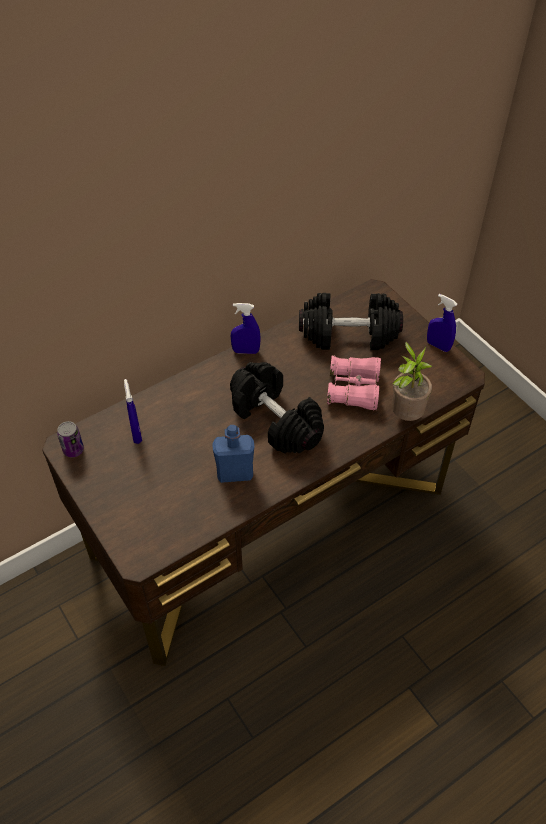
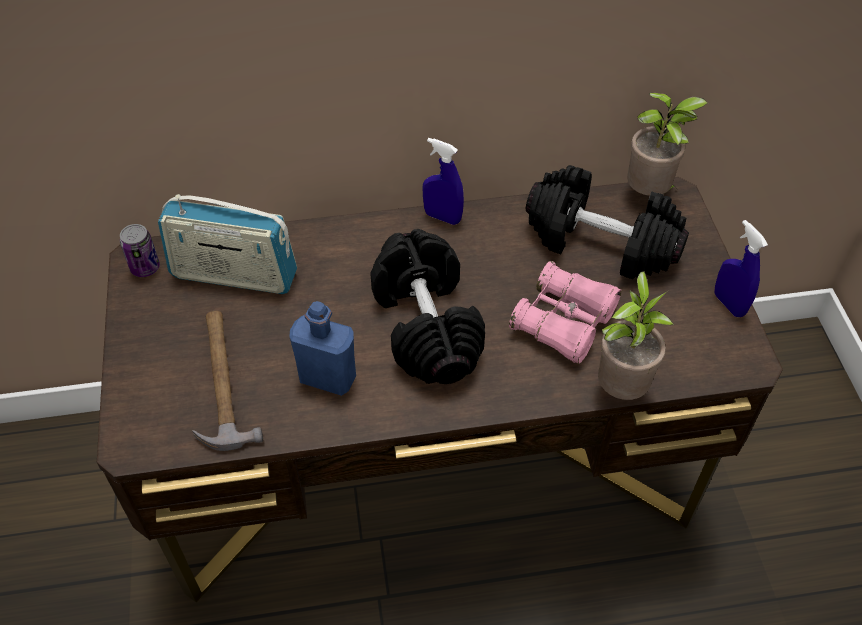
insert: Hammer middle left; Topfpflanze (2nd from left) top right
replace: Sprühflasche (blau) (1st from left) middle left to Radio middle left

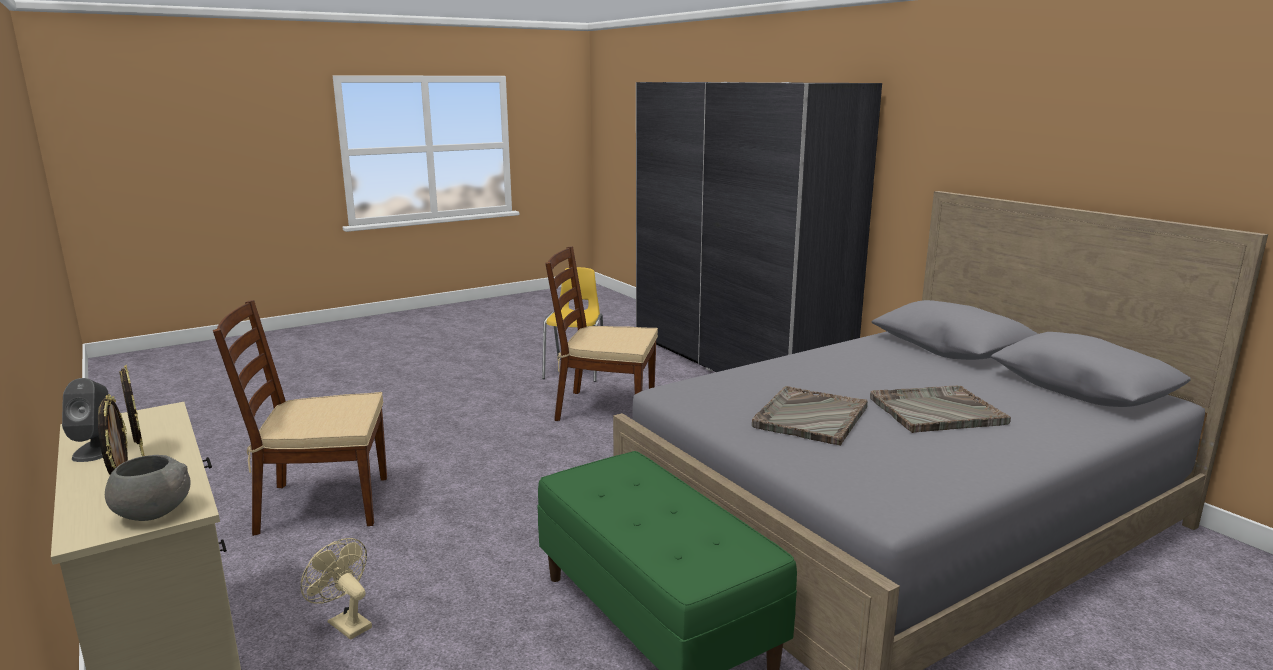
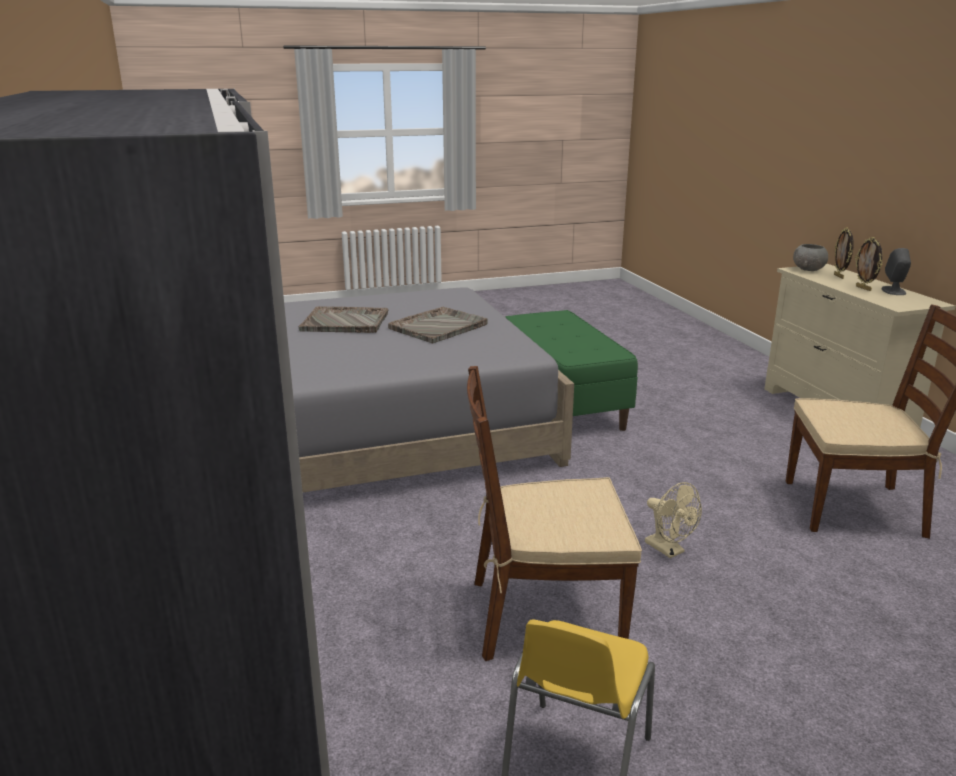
move: Ventilator (beige) bottom left to bottom right
rotate: Stuhl (braun) (2nd from left in the first image) centre = centre 150 degrees clockwise

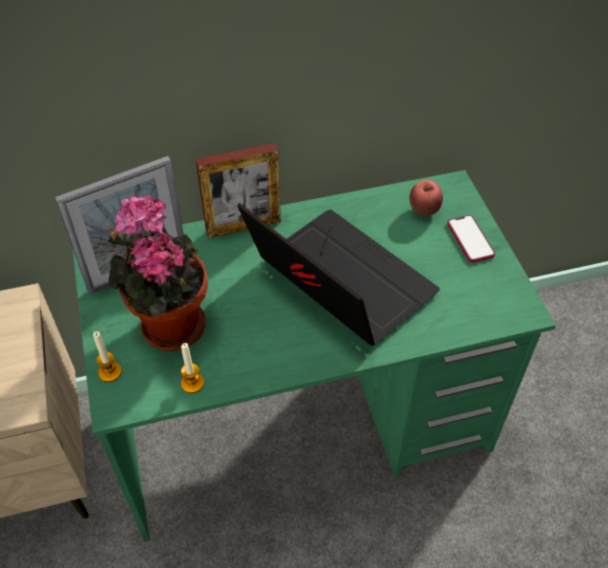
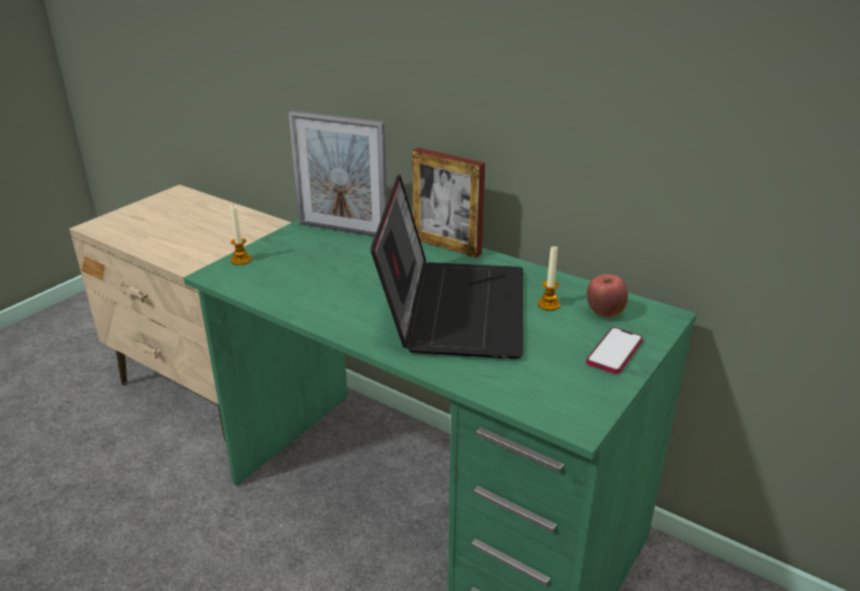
delete: Topfpflanze middle left
move: Kerze (2nd from left) middle left to centre

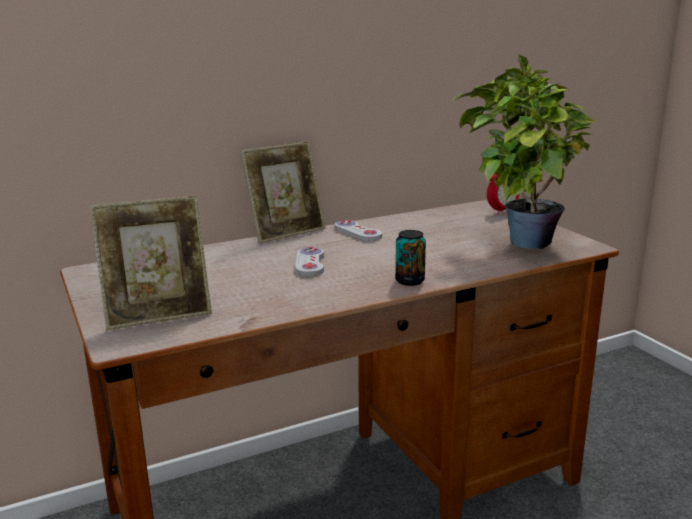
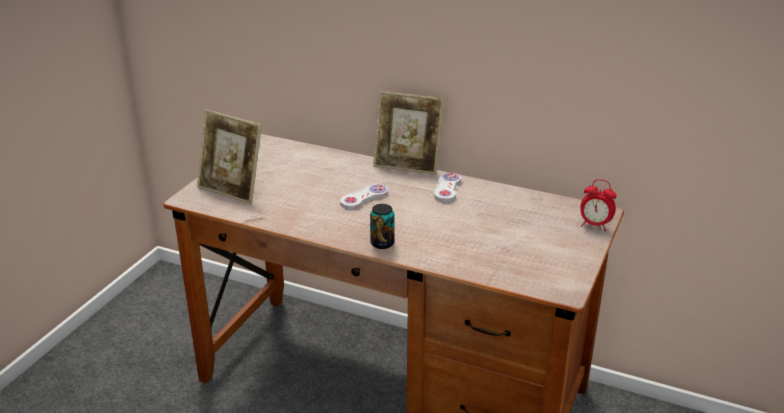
delete: Topfpflanze top right

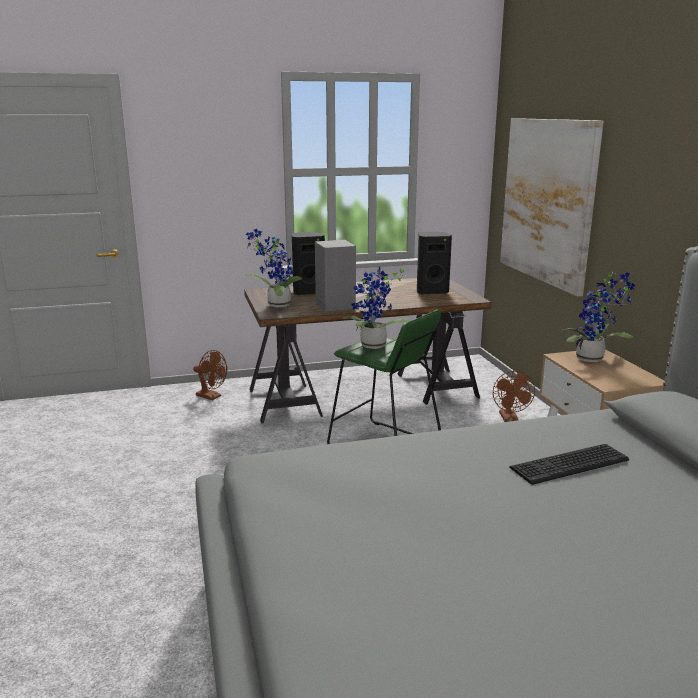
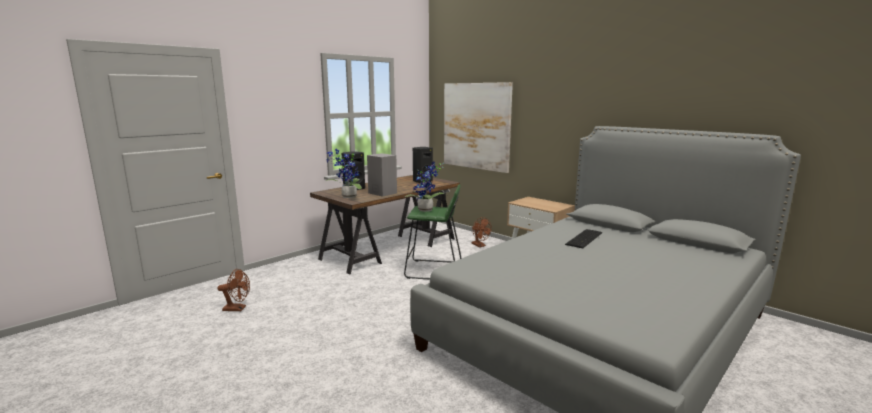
delete: Topfpflanze (3rd from left) middle right
move: Ventilator (braun) (1st from left) middle left to bottom left

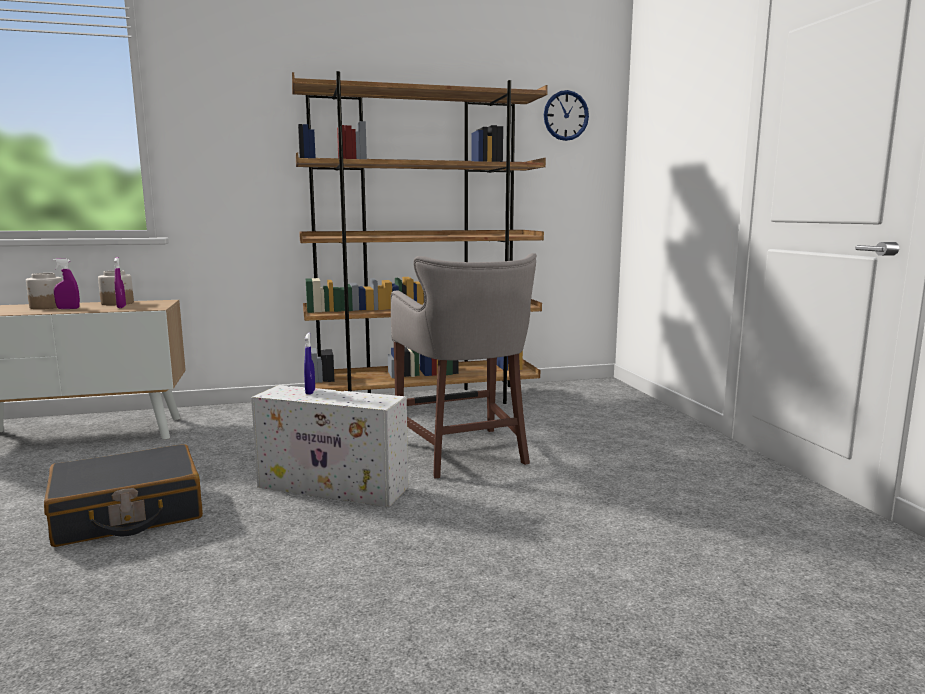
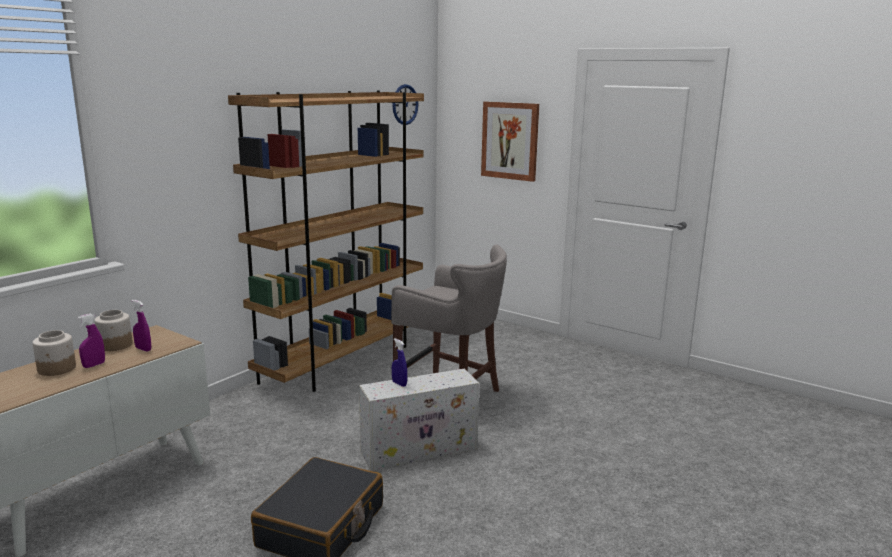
insert: Bild top centre

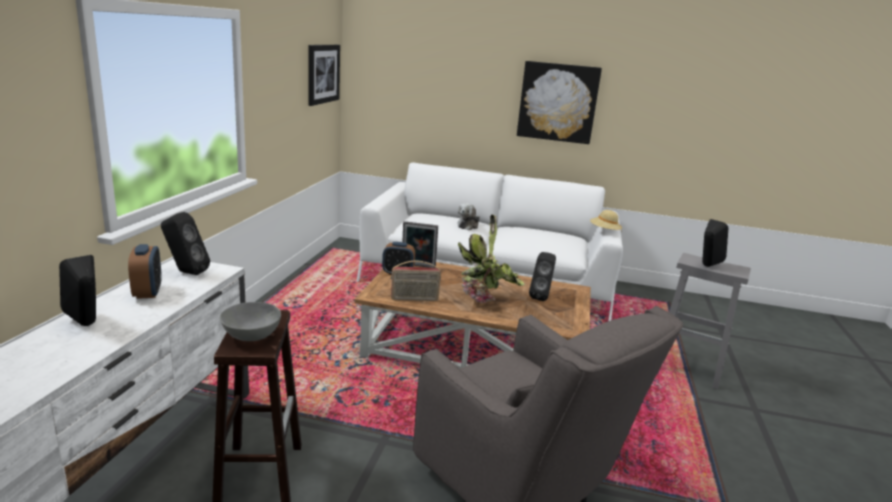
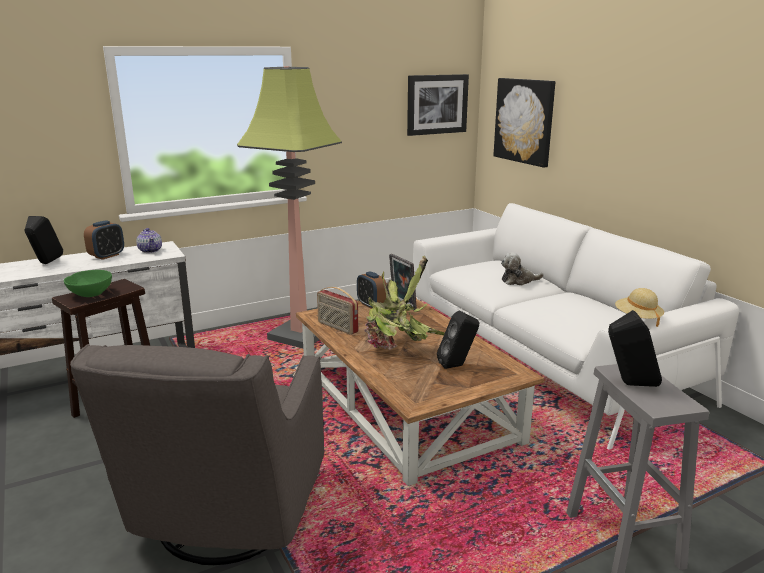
insert: Stehlampe centre
move: Bild (2nd from left) top centre to top right
replace: Lautsprecher (schwarz) (2nd from left) middle left to Teekanne middle left
recolor: Schüssel (grau) middle left to Schüssel (grün) middle left

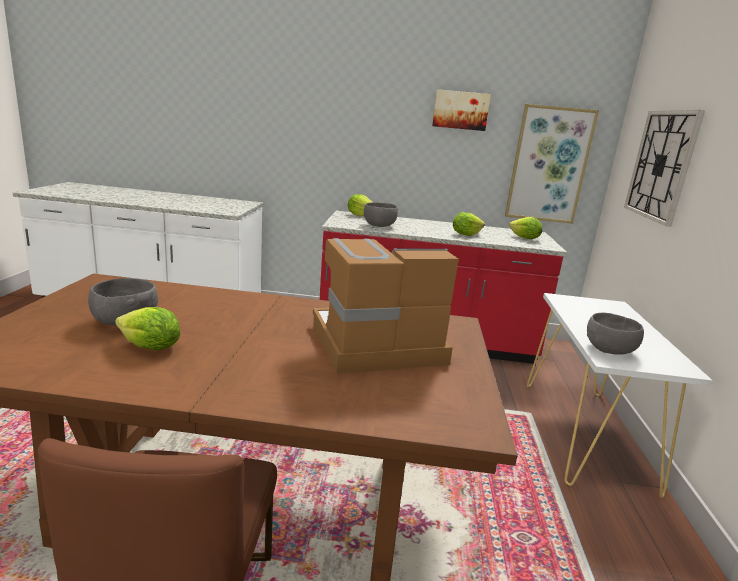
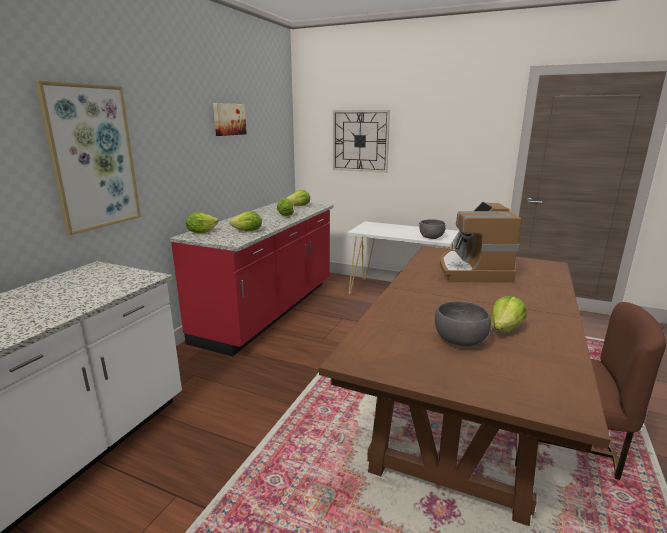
move: Bild (2nd from left in the first image) top right to Bild (1st from left) top left
replace: Schüssel (grau) (2nd from left) centre to Salatkopf (2nd from left) centre

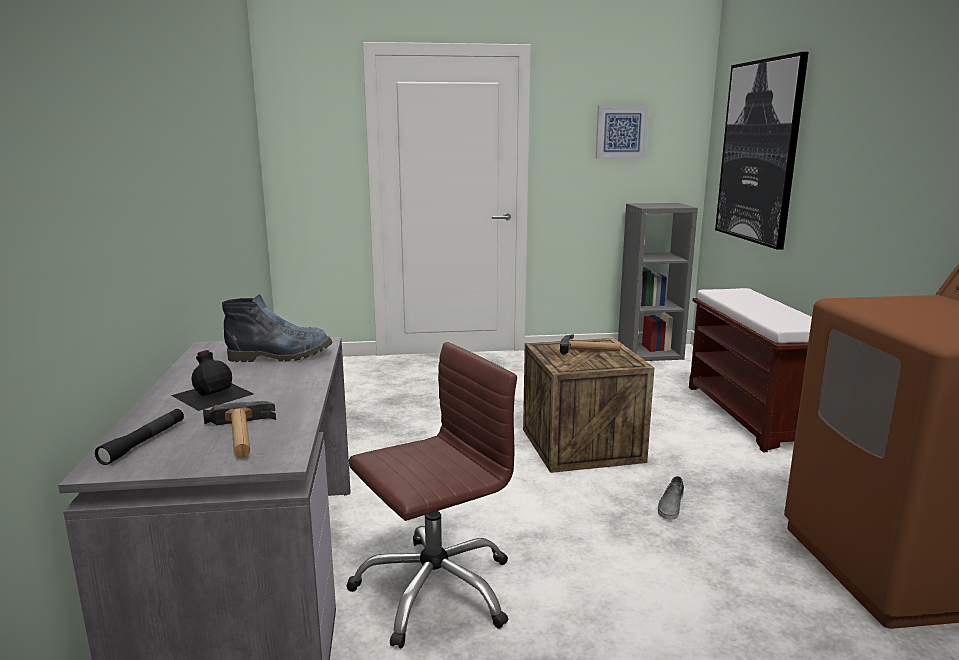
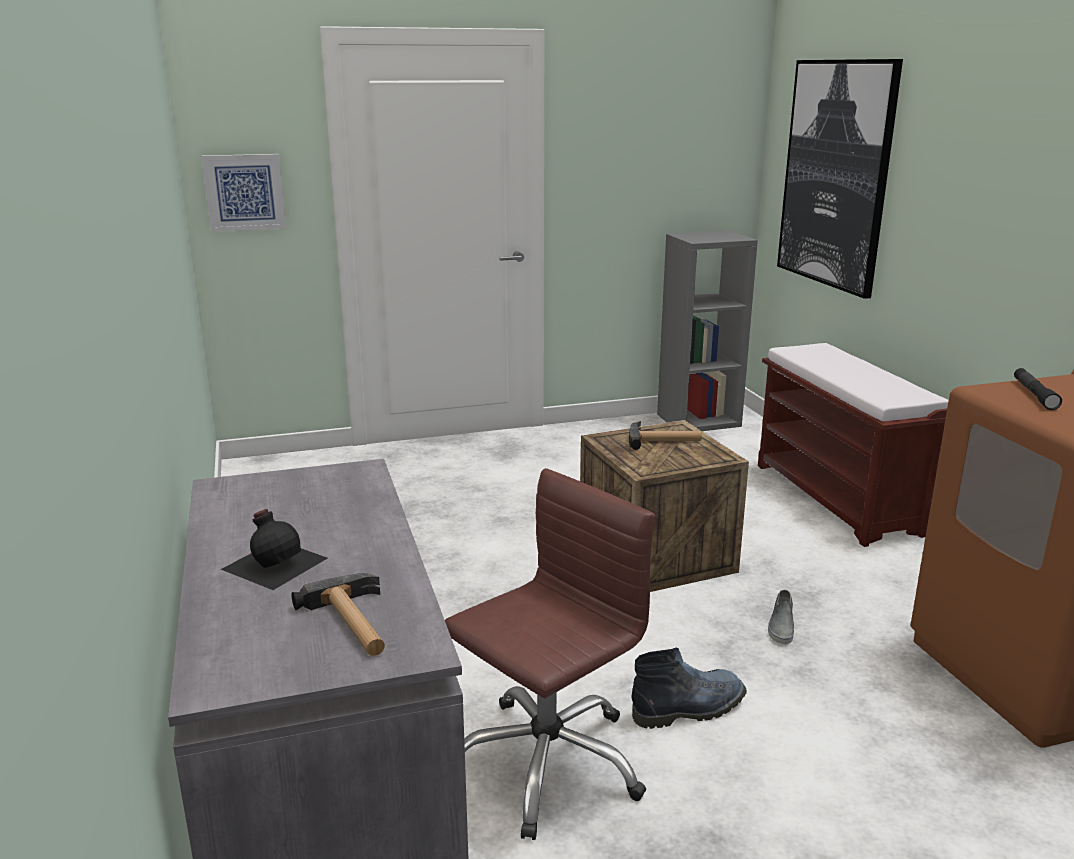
move: Taschenlampe (schwarz) middle left to middle right; Stiefel middle left to bottom centre; Bild (1st from left) top centre to top left

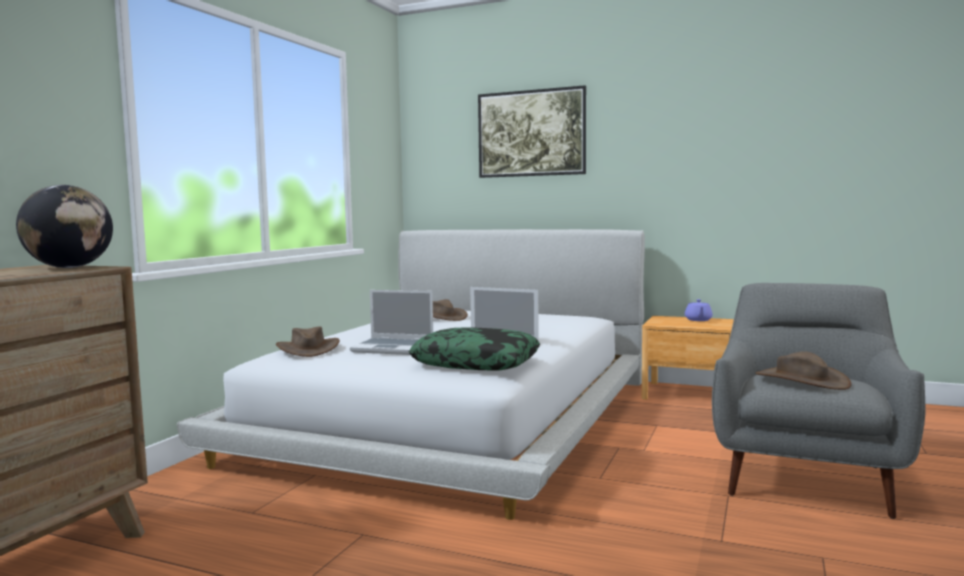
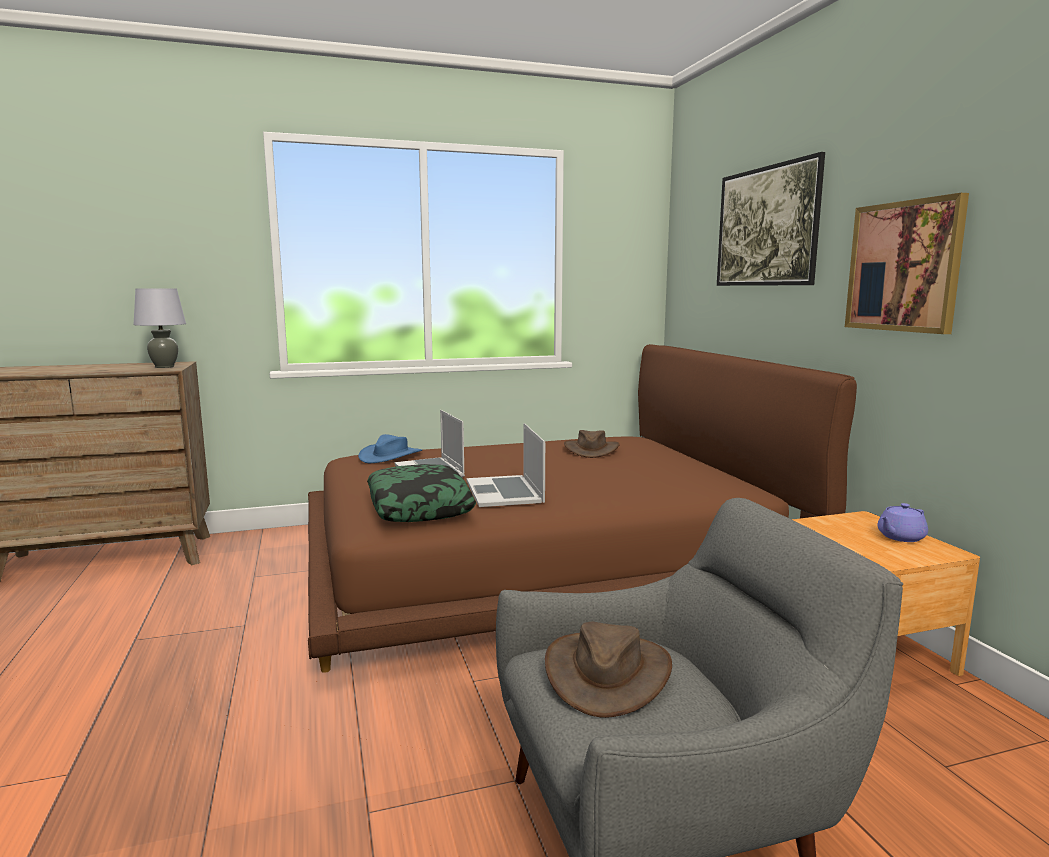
insert: Bild (2nd from left) top right
replace: Globus middle left to Tischlampe (grau) middle left
recolor: Bett (weiß) centre to Bett (braun) centre; Hut (braun) (1st from left) middle left to Hut (blau) centre

